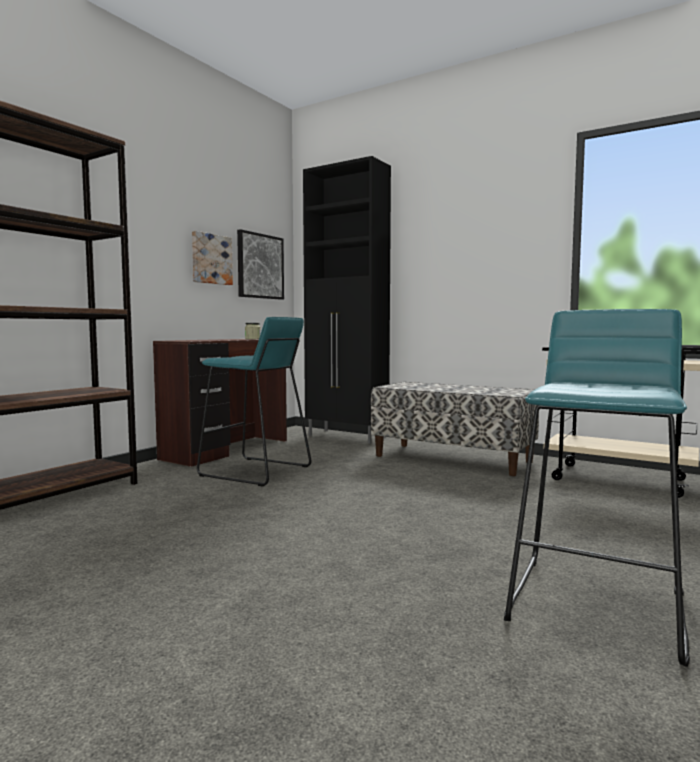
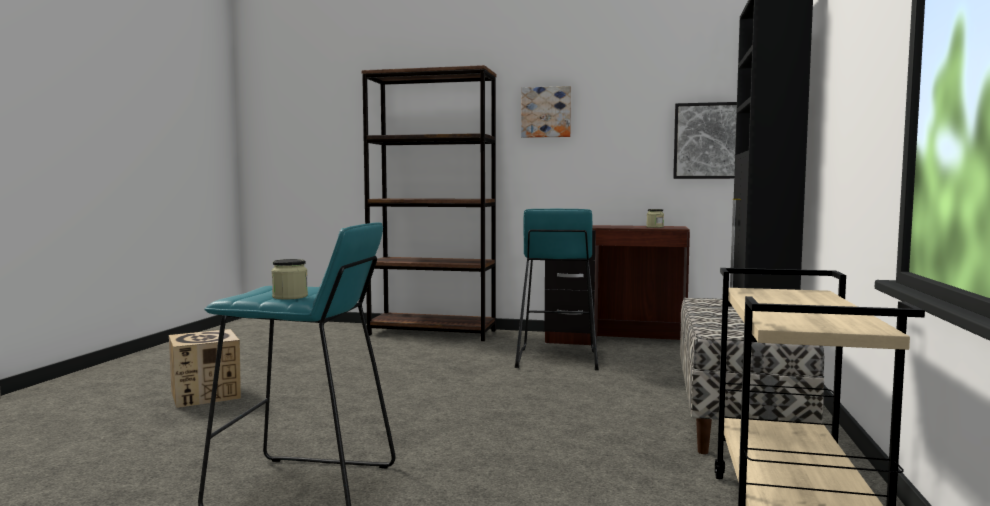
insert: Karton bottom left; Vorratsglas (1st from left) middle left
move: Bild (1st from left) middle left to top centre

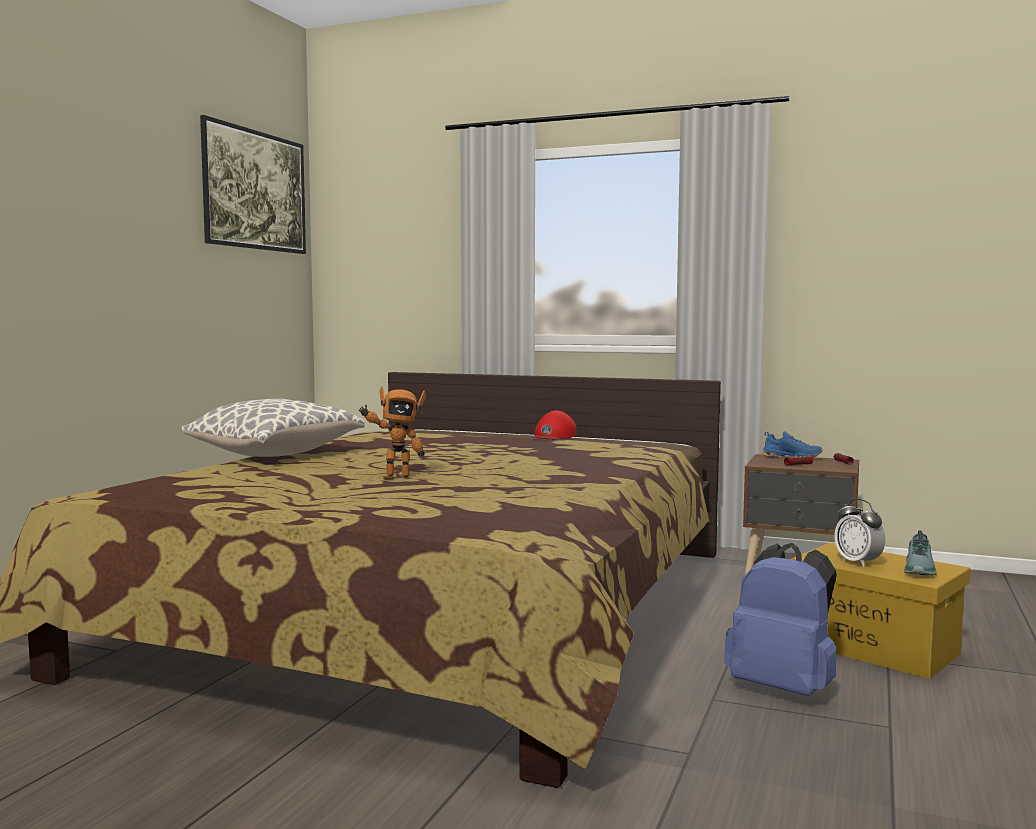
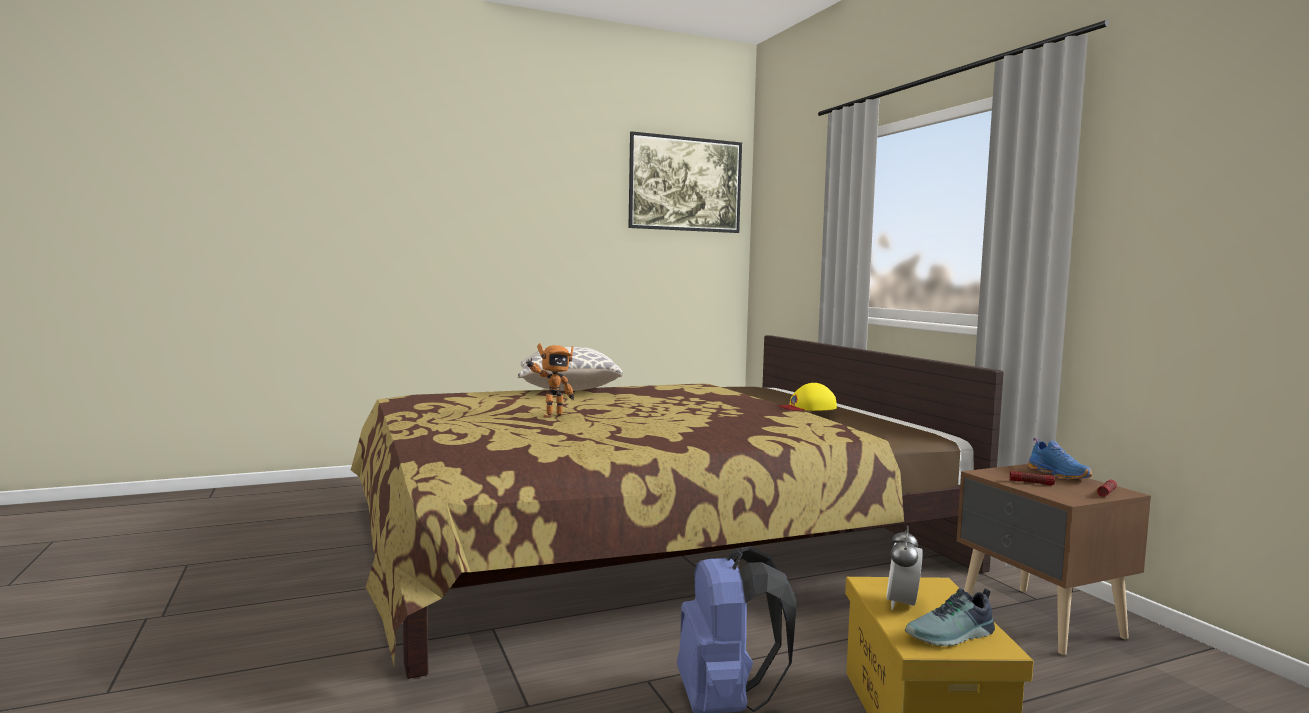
recolor: Kappe (rot) centre to Kappe (gelb) centre
rotate: Spielzeugroboter centre = centre 60 degrees counterclockwise

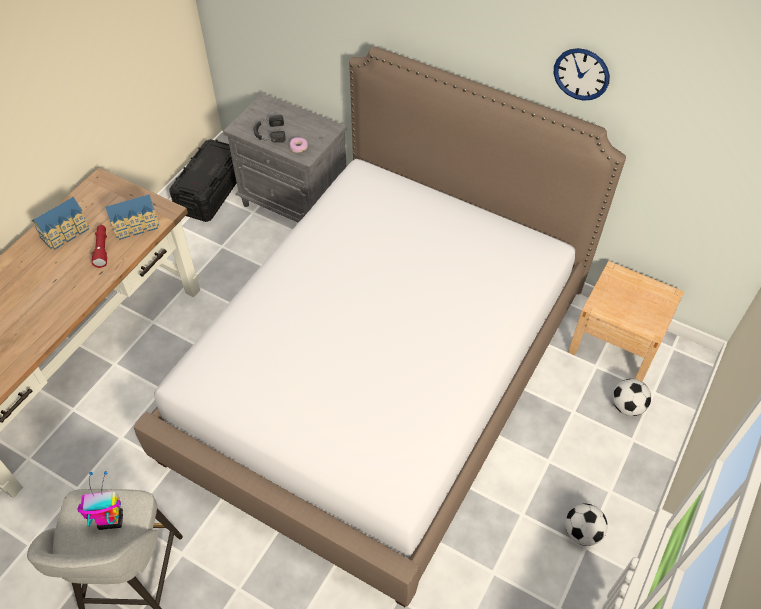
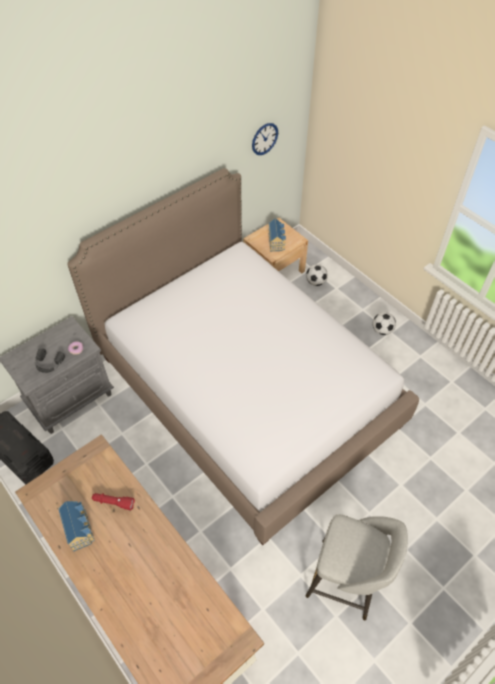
delete: Spielzeugroboter bottom left
move: Spielzeughaus (2nd from left) middle left to centre; Wanduhr top right to top centre

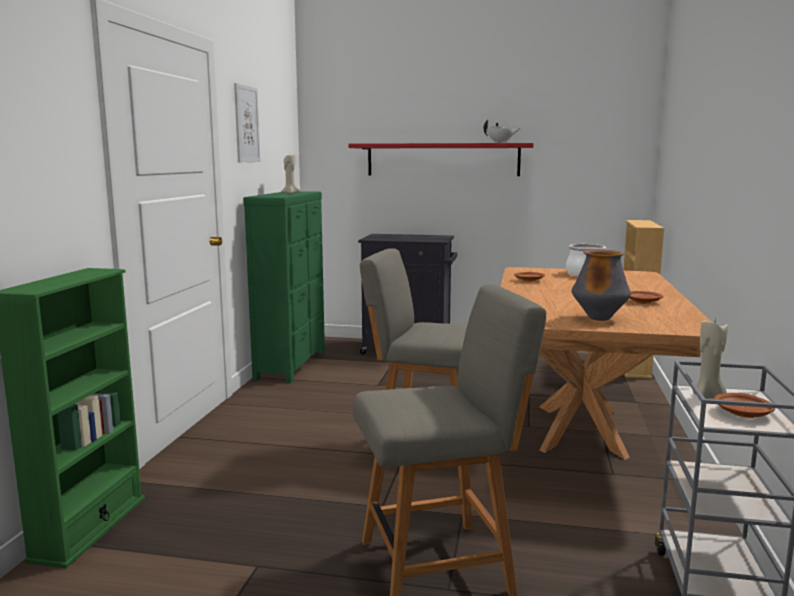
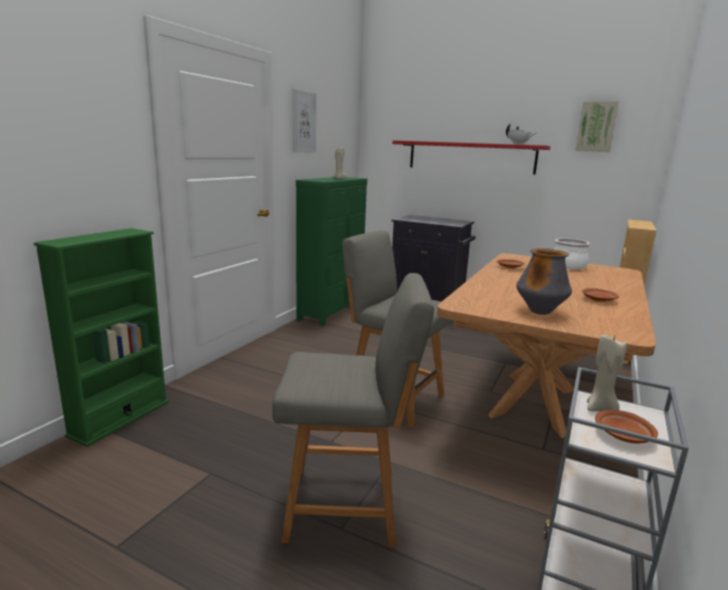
insert: Bild (2nd from left) top right

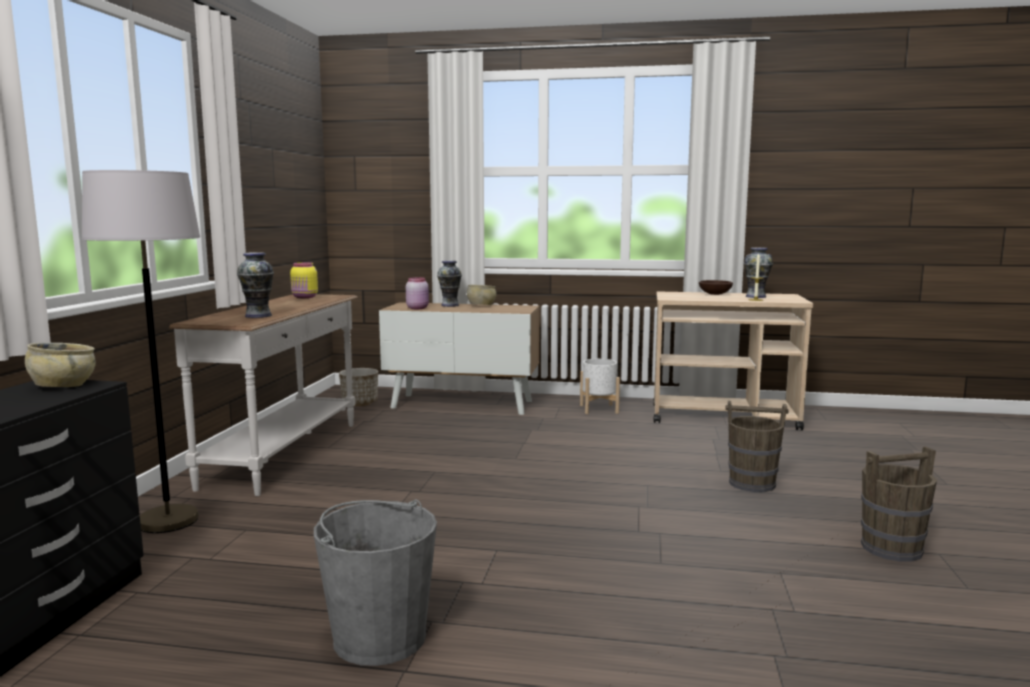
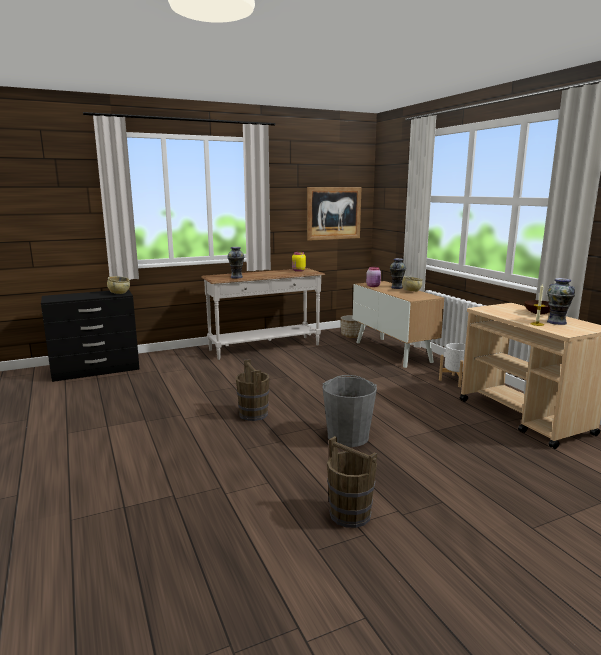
delete: Stehlampe (grau) middle left
insert: Bild top centre
move: Eimer (grau) bottom centre to centre; Eimer (braun) (1st from left) middle right to centre

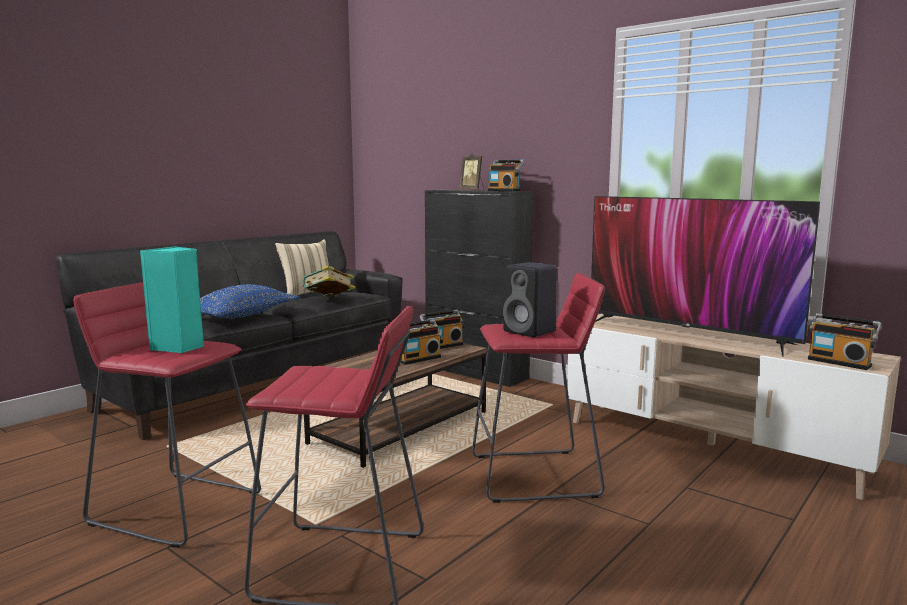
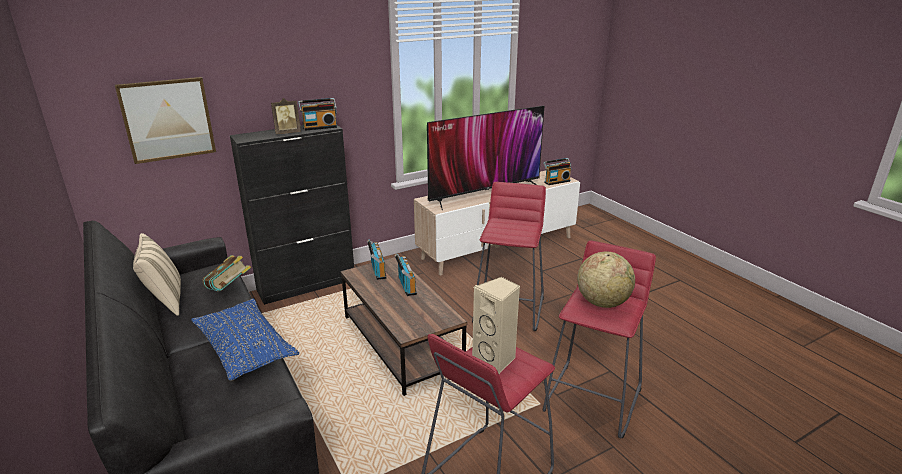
delete: Lautsprecher (schwarz) centre
insert: Bild top left; Globus middle right
recolor: Lautsprecher (türkis) middle left to Lautsprecher (beige) bottom centre

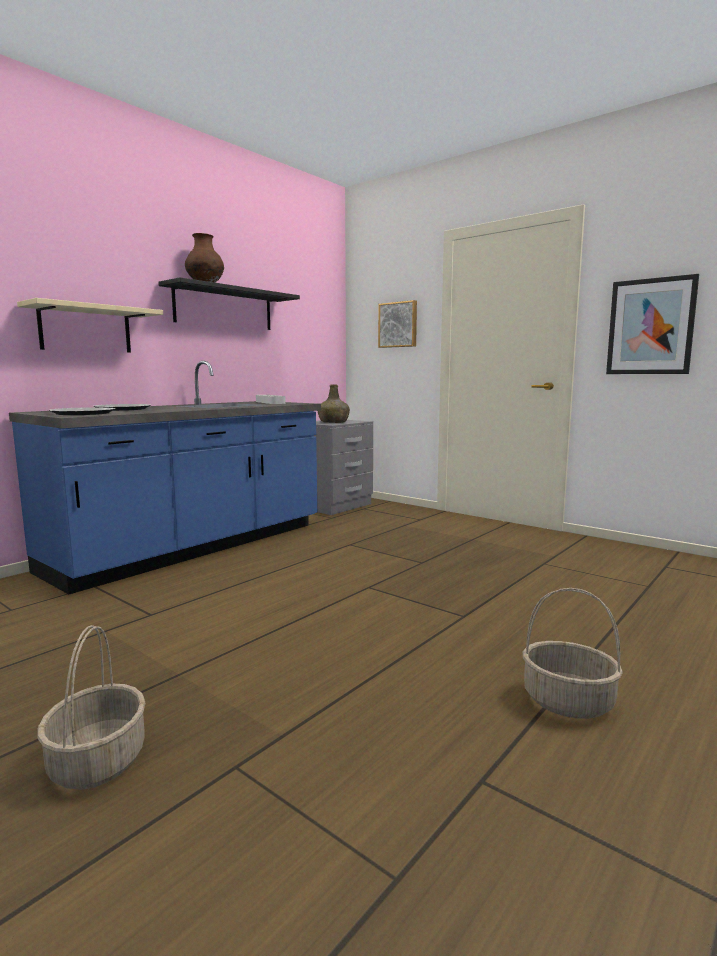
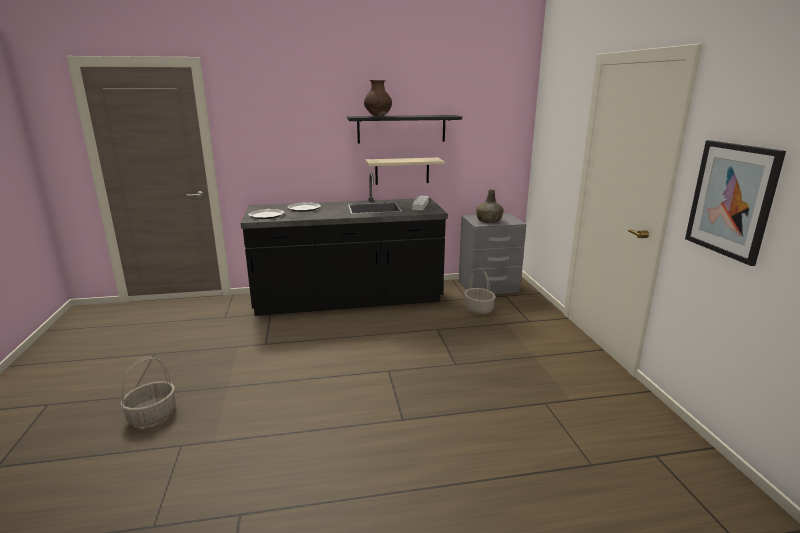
delete: Bild (1st from left) centre
move: Wandregal (beige) middle left to top centre; Korb (2nd from left) bottom right to centre
recolor: Küchenzeile (blau) middle left to Küchenzeile (schwarz) centre

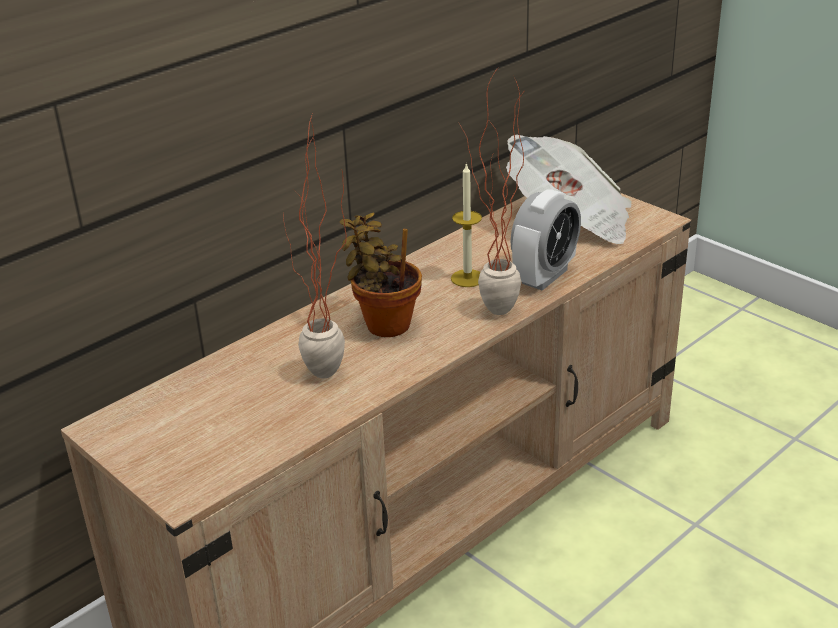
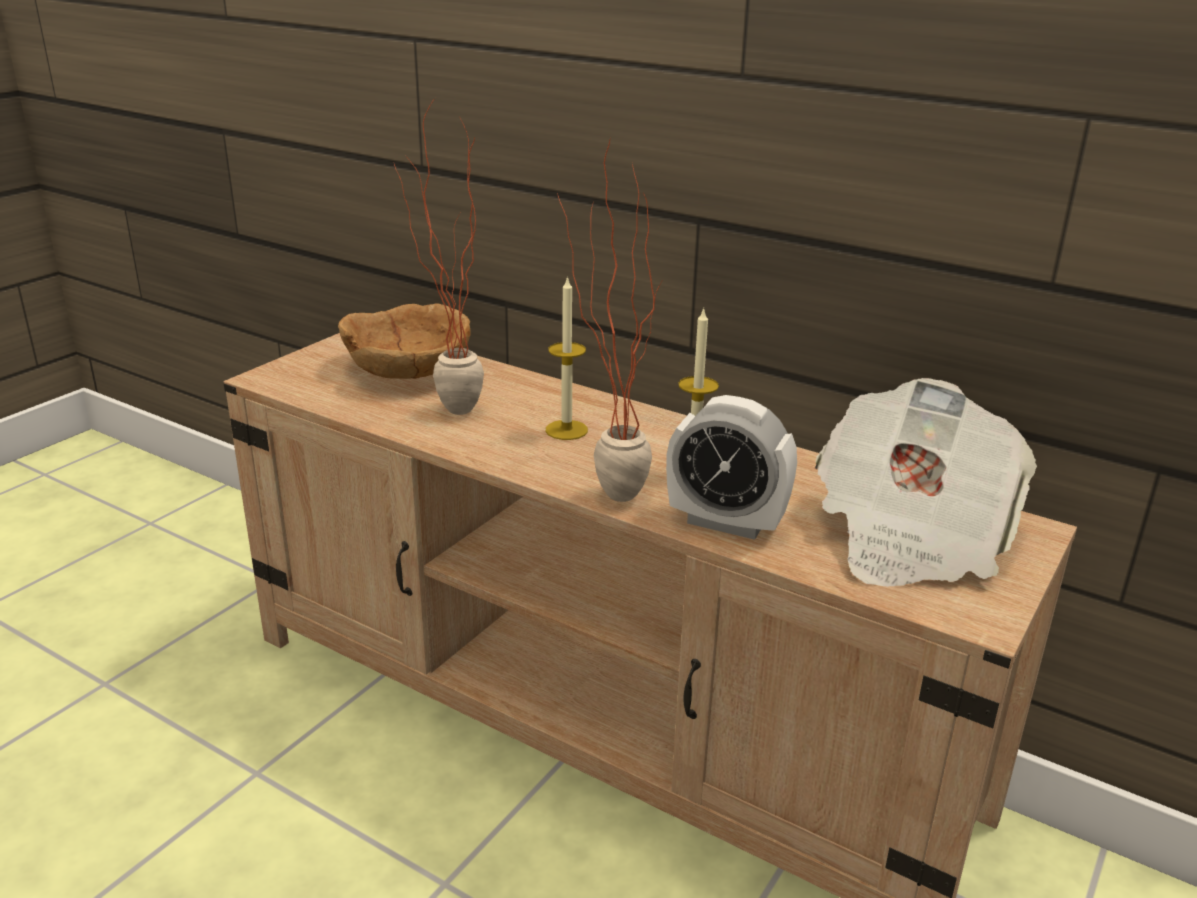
insert: Schüssel (braun) centre
replace: Topfpflanze (2nd from left) centre to Kerze (1st from left) centre

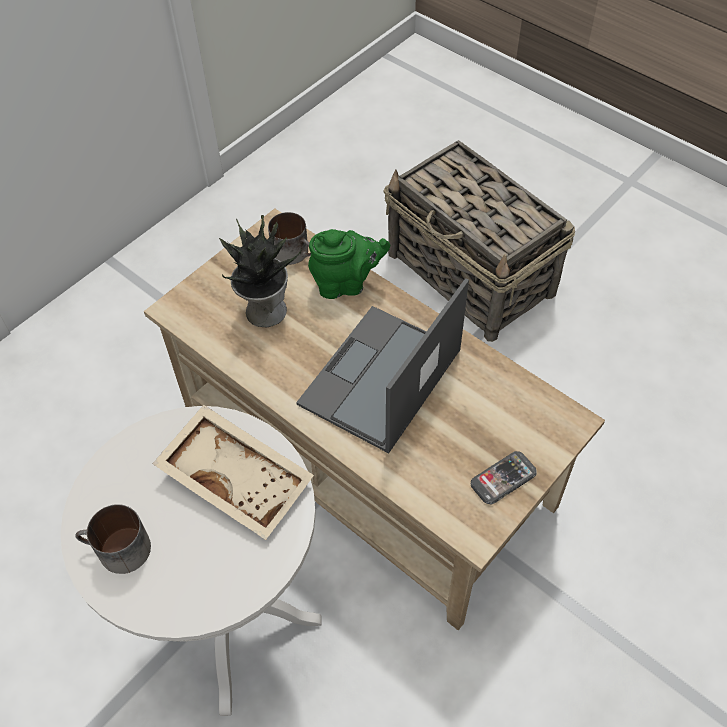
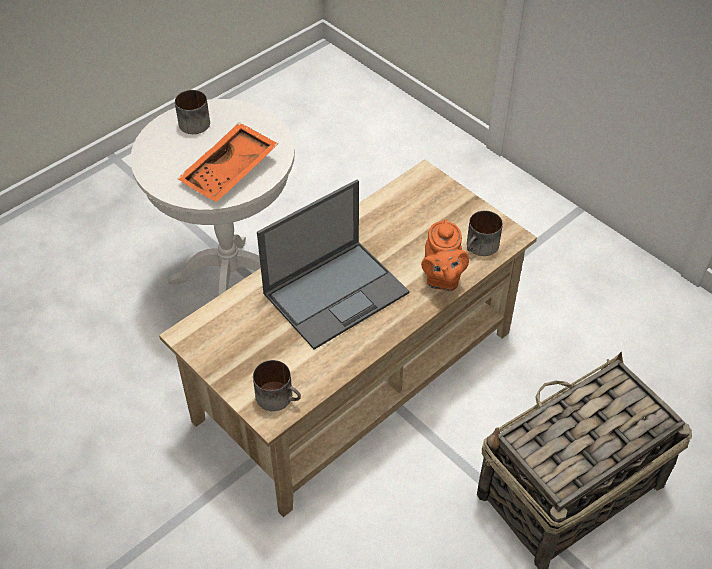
delete: Topfpflanze centre; Handy middle right
insert: Henkelbecher (2nd from left) bottom centre
recolor: Tablett (beige) middle left to Tablett (orange) top left; Teekanne (grün) centre to Teekanne (orange) centre
rotate: Laptop centre = centre 105 degrees clockwise

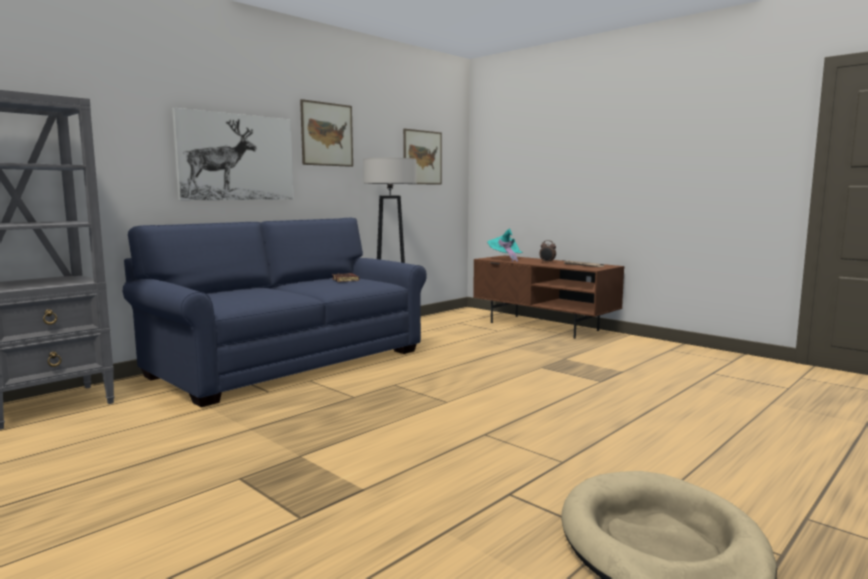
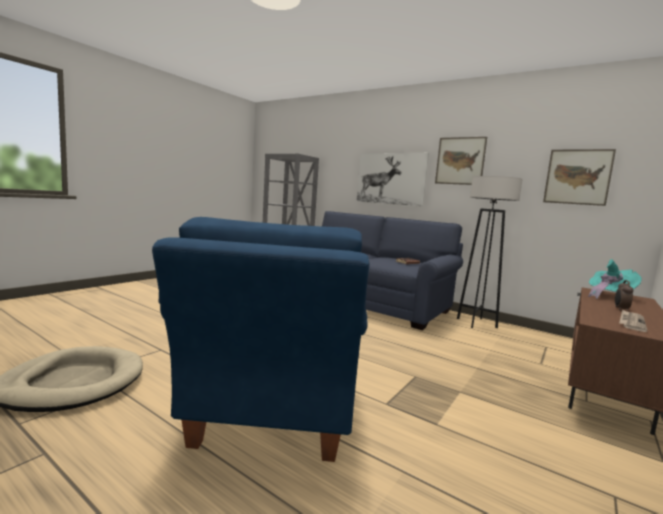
insert: Sessel (blau) centre

